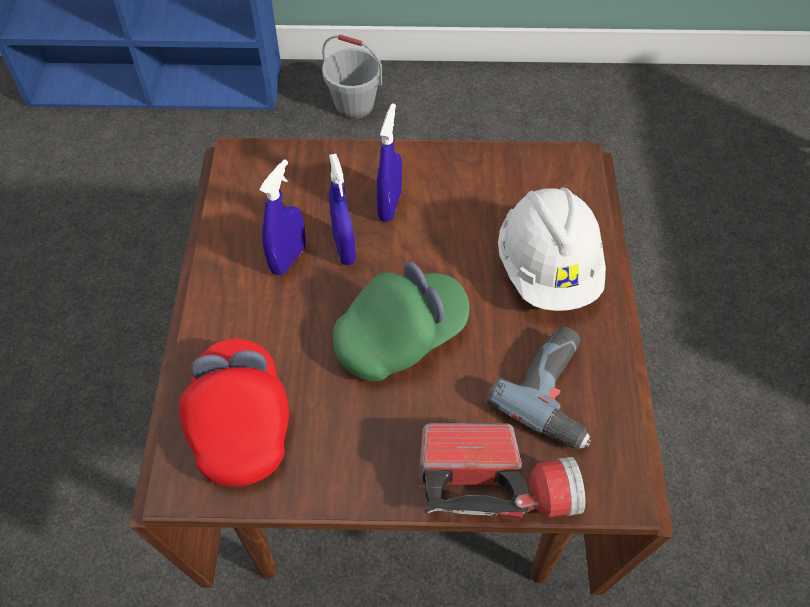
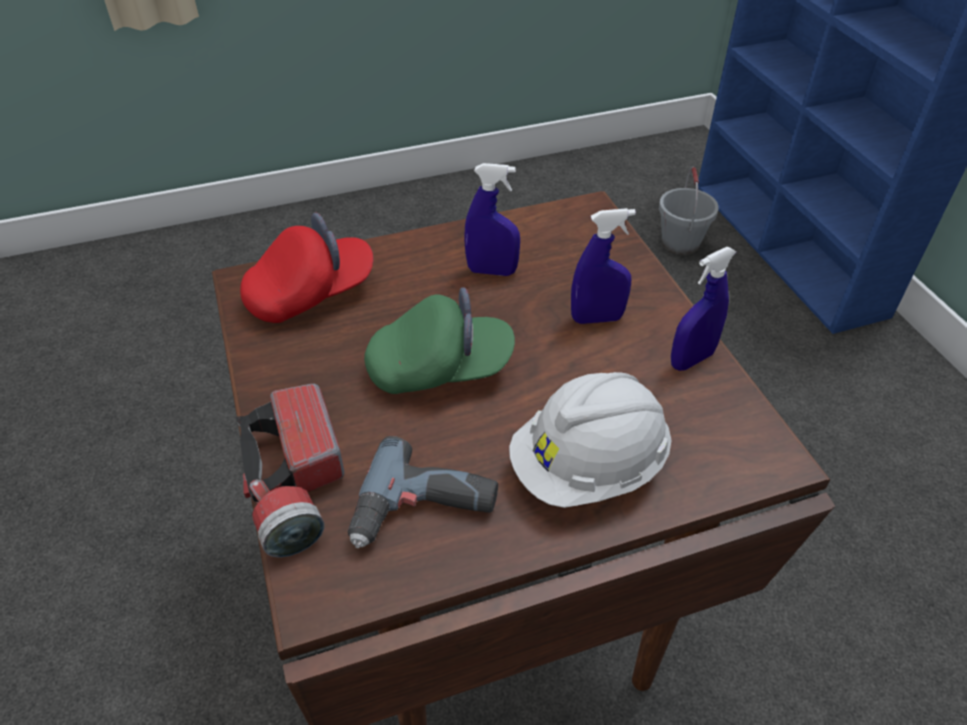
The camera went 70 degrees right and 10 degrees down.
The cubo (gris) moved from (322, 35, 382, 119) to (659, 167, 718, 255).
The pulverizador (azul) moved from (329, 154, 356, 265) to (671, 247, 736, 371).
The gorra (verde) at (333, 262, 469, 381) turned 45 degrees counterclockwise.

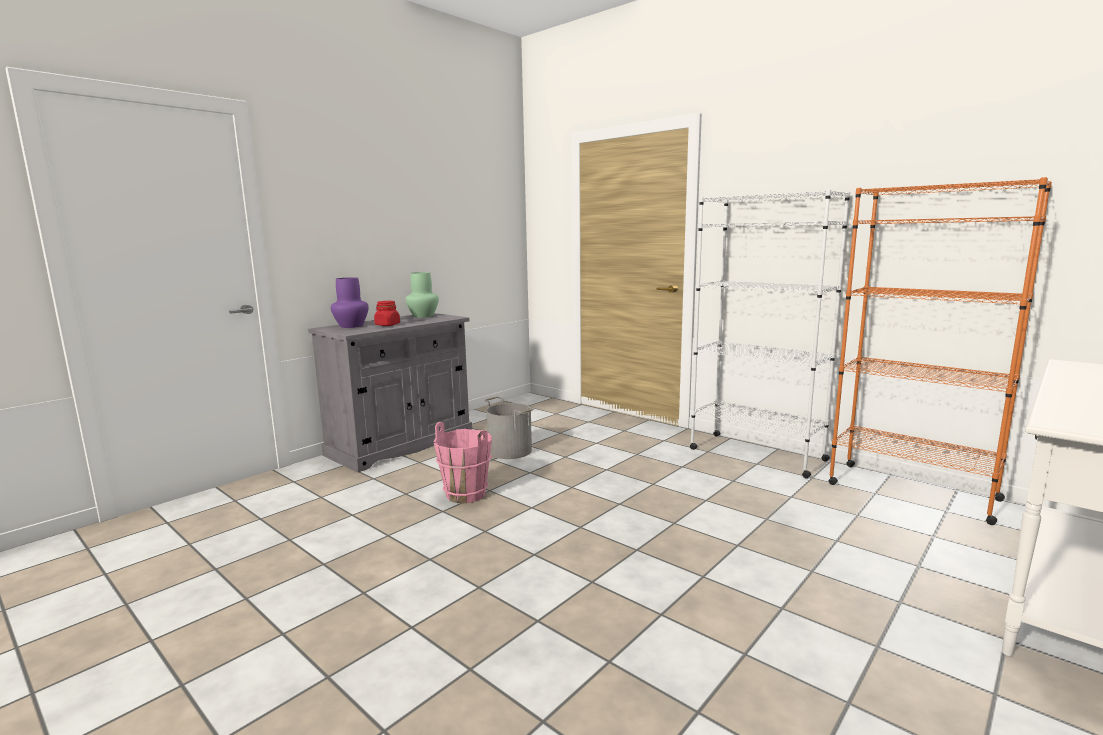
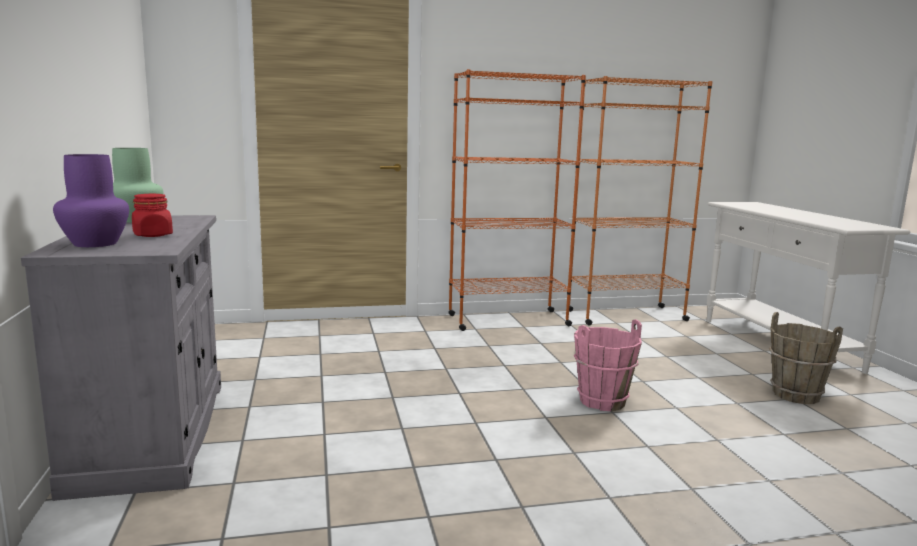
The camera went 55 degrees left and 0 degrees up.
The cubo (rosa) moved from (434, 422, 492, 503) to (574, 319, 642, 411).
The cubo (gris) at (484, 397, 534, 459) disappeared.
The estantería (blanco) at (690, 189, 850, 478) became the estantería (naranja) at (448, 69, 586, 331).
The cubo (marrón) at (769, 312, 843, 404) appeared.

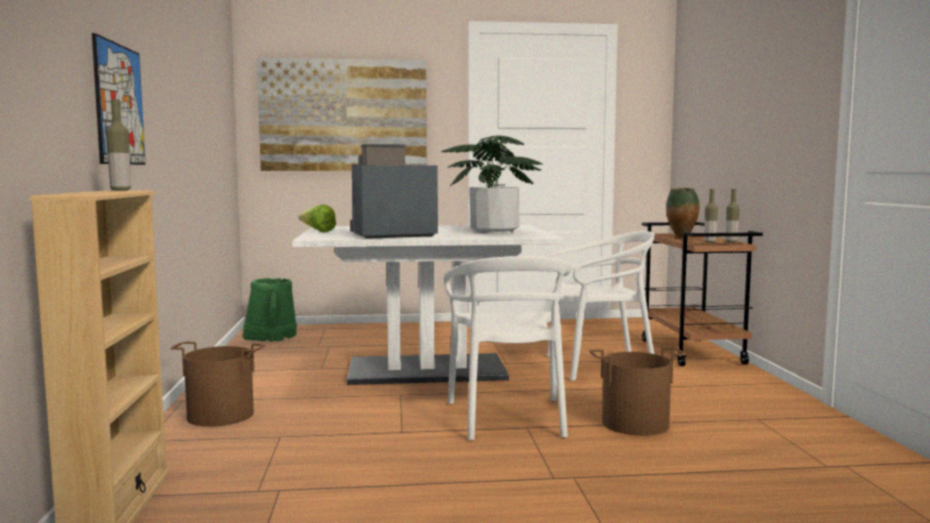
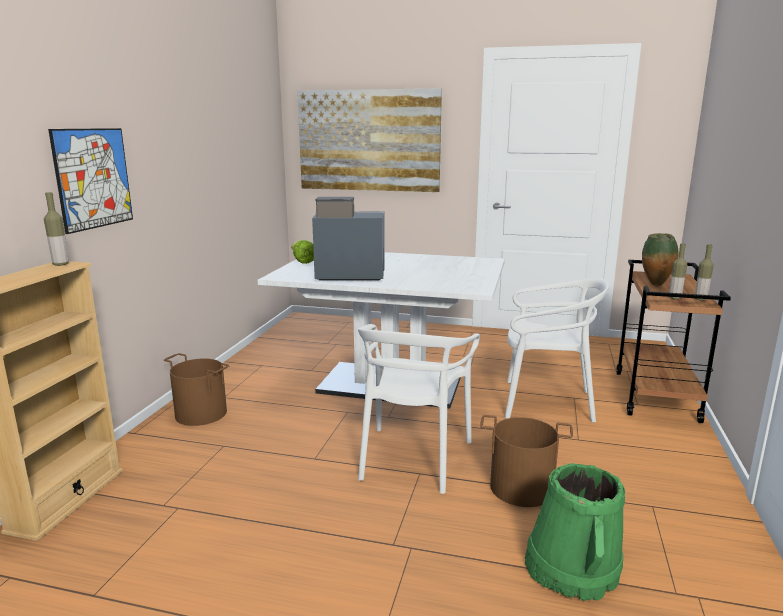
The camera went 20 degrees right and 10 degrees up.
The cubo (verde) moved from (242, 278, 297, 342) to (525, 463, 625, 601).
The planta en maceta at (441, 136, 544, 234) disappeared.

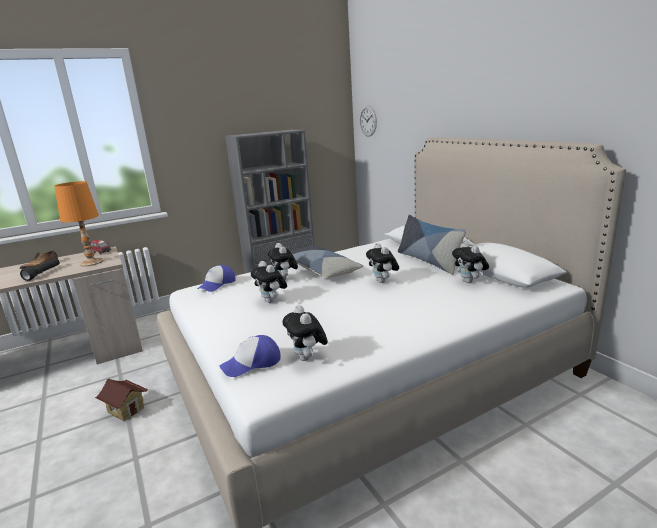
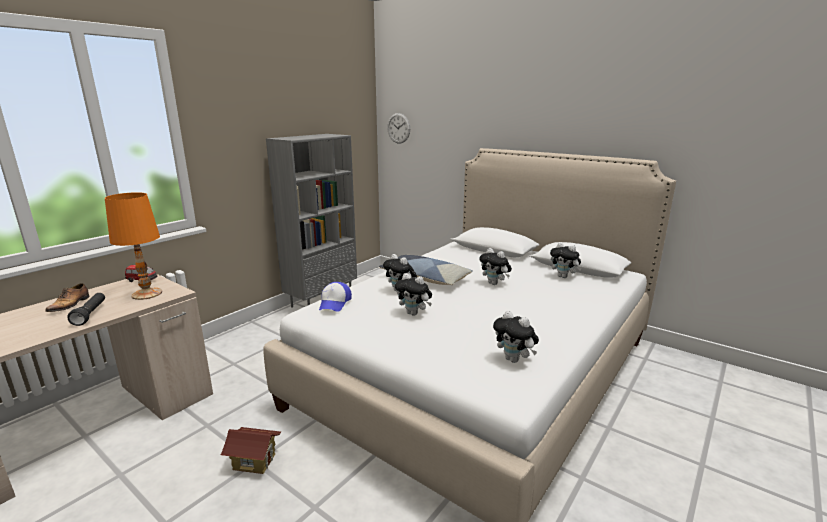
The camera went 25 degrees left and 0 degrees up.
The gorra at (219, 335, 281, 377) disappeared.
The cojín at (398, 214, 466, 275) disappeared.

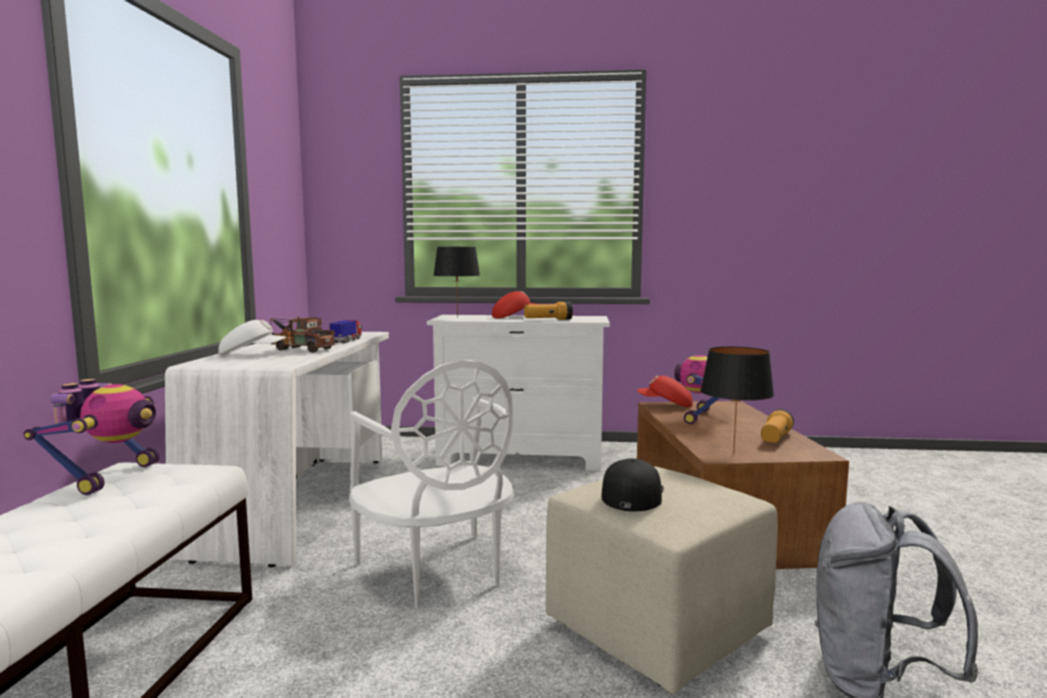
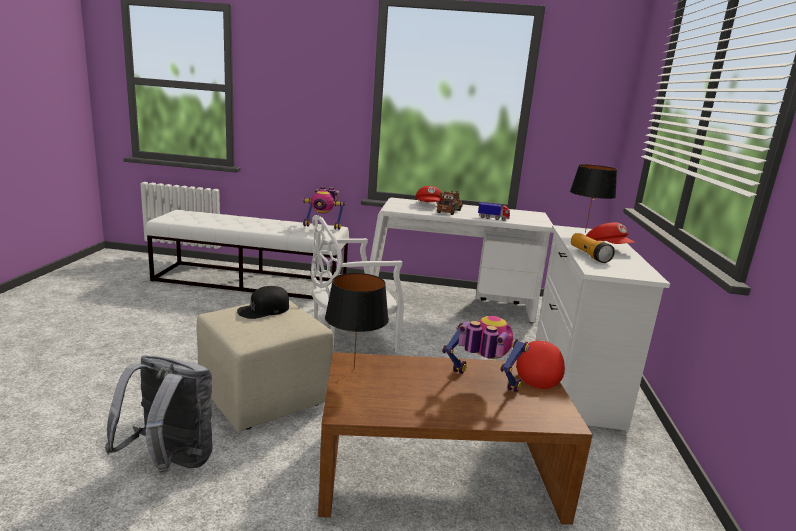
The camera went 90 degrees right and 10 degrees up.
The gorra (blanco) at (218, 320, 286, 355) became the gorra (rojo) at (415, 186, 443, 202).
The gorra (negro) at (601, 458, 664, 511) turned 120 degrees clockwise.
The linterna at (761, 409, 794, 443) disappeared.

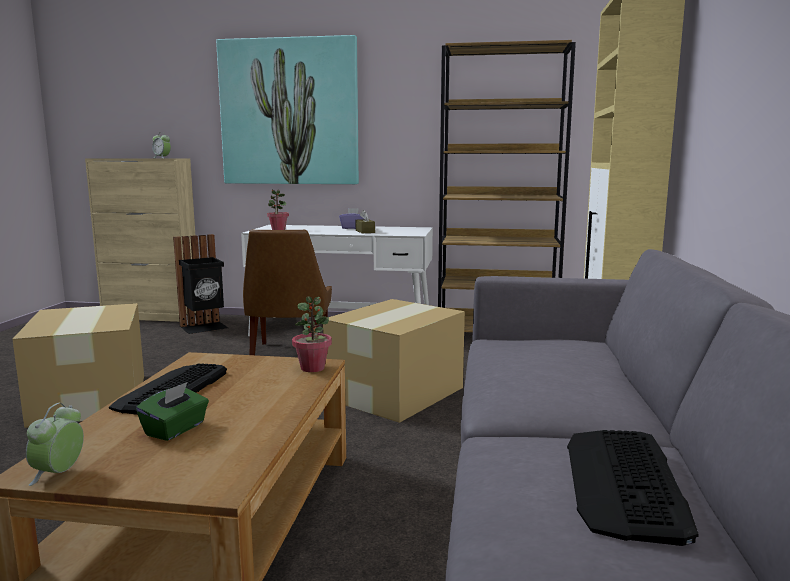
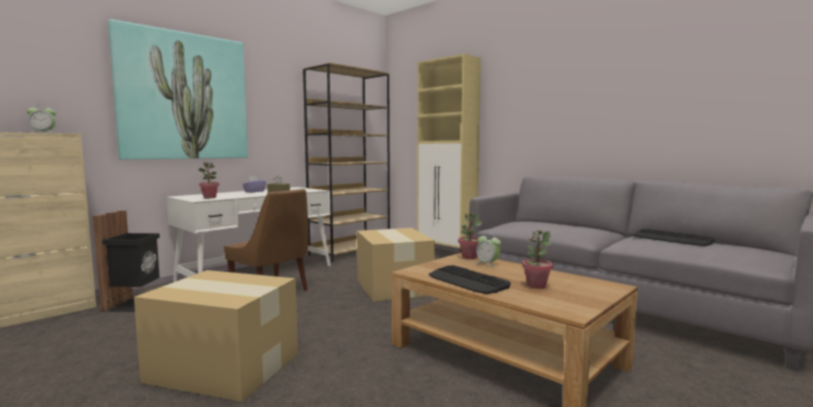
The camera went 55 degrees left and 5 degrees down.
The despertador moved from (26, 403, 84, 486) to (476, 233, 501, 267).
The caja de pañuelos (verde) at (136, 382, 209, 441) was replaced by the planta en maceta at (522, 230, 553, 289).

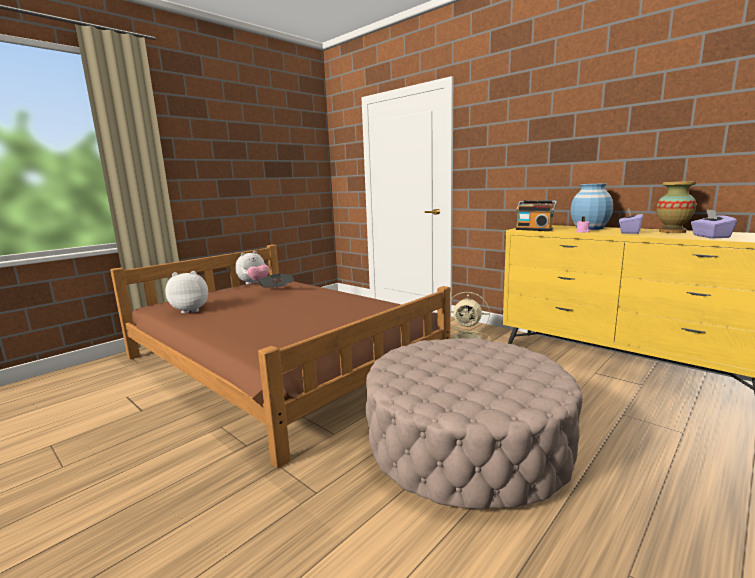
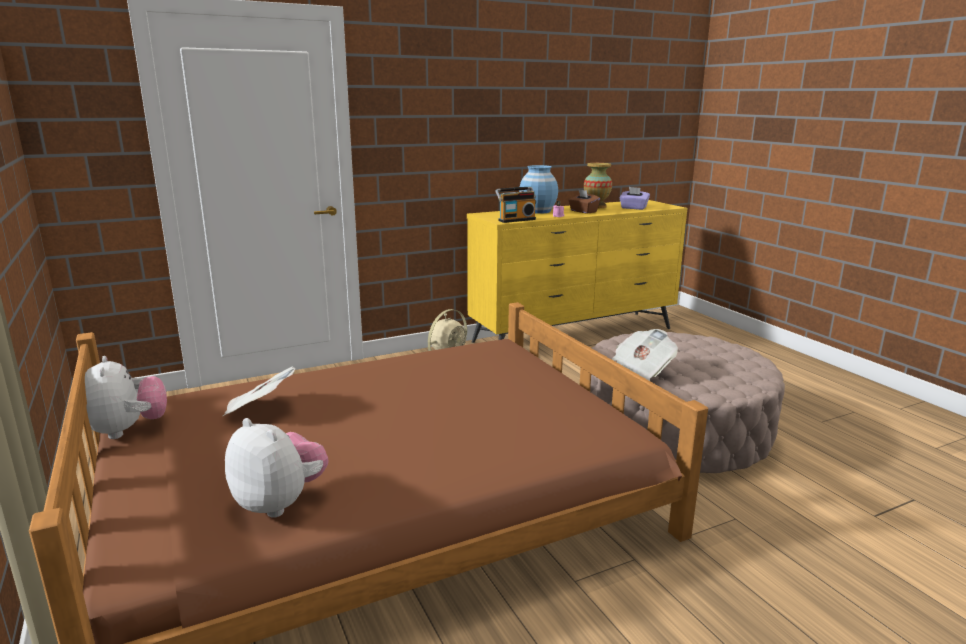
The camera went 70 degrees left and 5 degrees up.
The peluche at (165, 271, 208, 314) turned 120 degrees clockwise.
The caja de pañuelos (morado) at (619, 209, 643, 234) became the caja de pañuelos (marrón) at (568, 189, 600, 214).
The periódico at (612, 329, 678, 381) appeared.

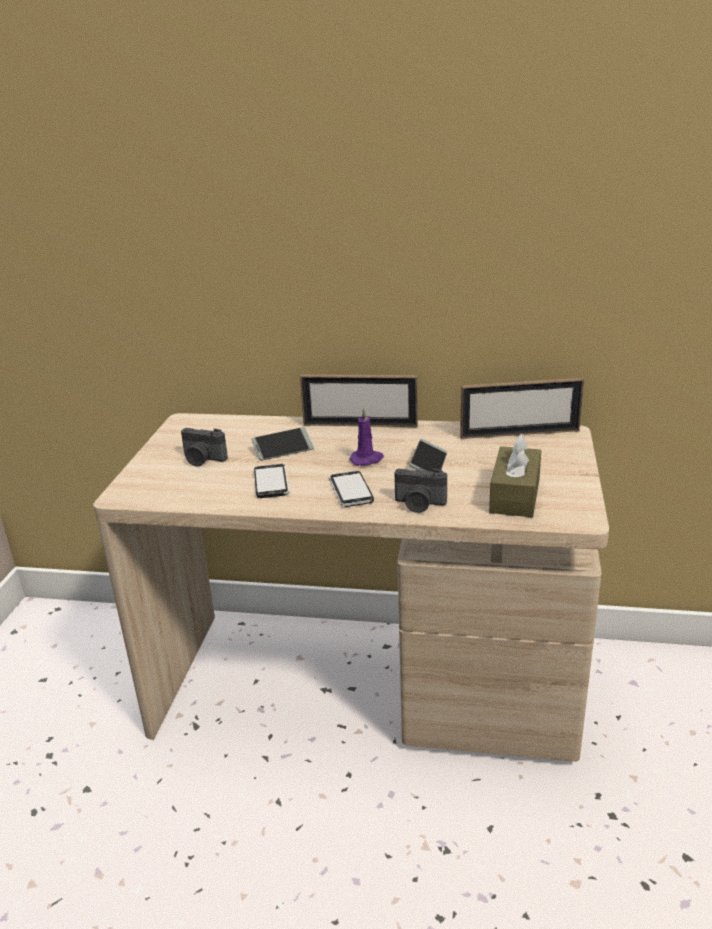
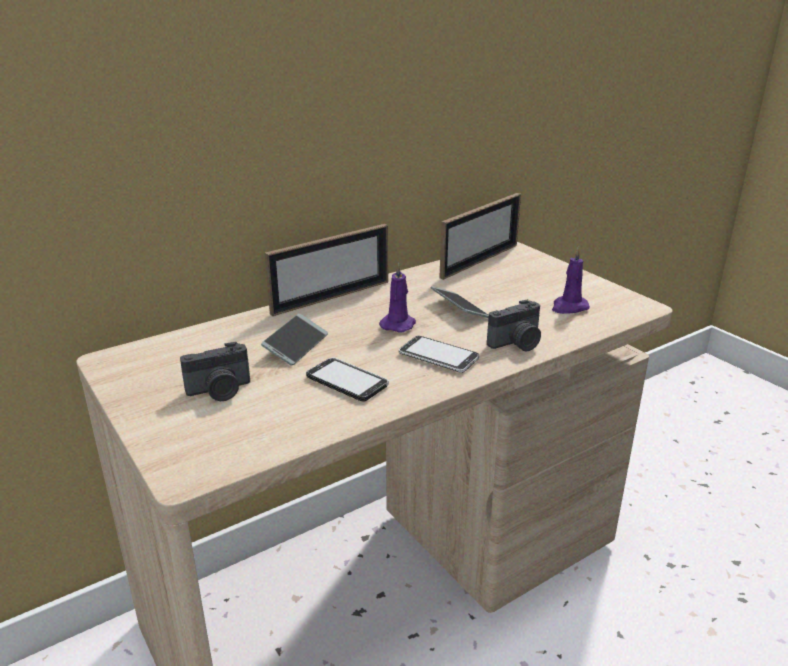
The camera went 45 degrees left and 0 degrees up.
The caja de pañuelos (marrón) at (489, 434, 541, 517) was replaced by the vela (morado) at (552, 247, 590, 314).

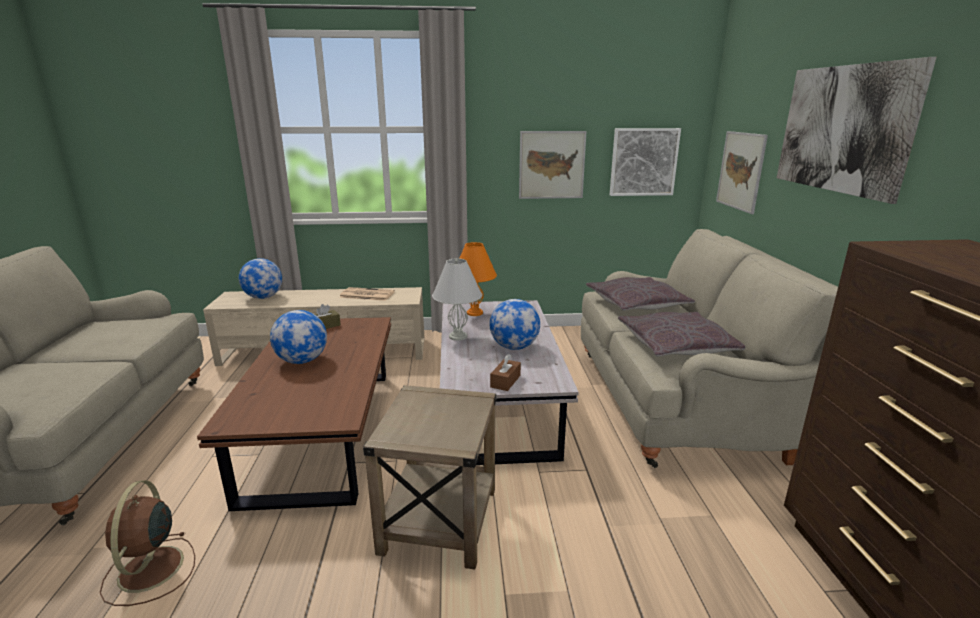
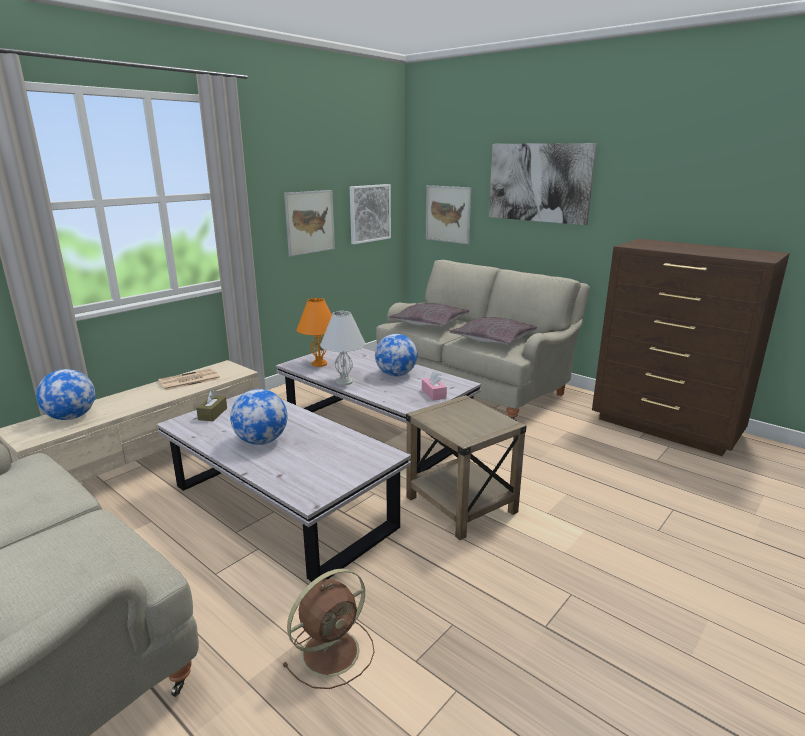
The camera went 45 degrees left and 0 degrees up.
The ventilador (marrón) at (100, 480, 195, 606) turned 75 degrees counterclockwise.
The mesa de centro (marrón) at (197, 317, 391, 511) became the mesa de centro (blanco) at (156, 393, 411, 582).
The caja de pañuelos (marrón) at (490, 354, 521, 391) became the caja de pañuelos (rosa) at (422, 372, 447, 401).

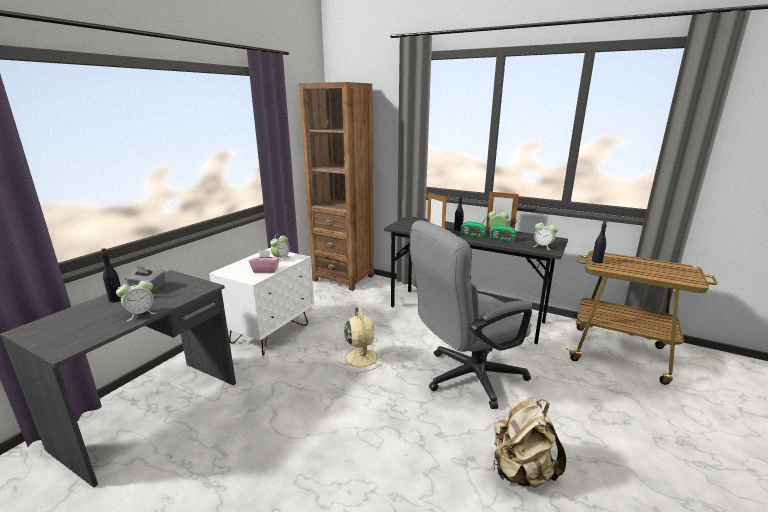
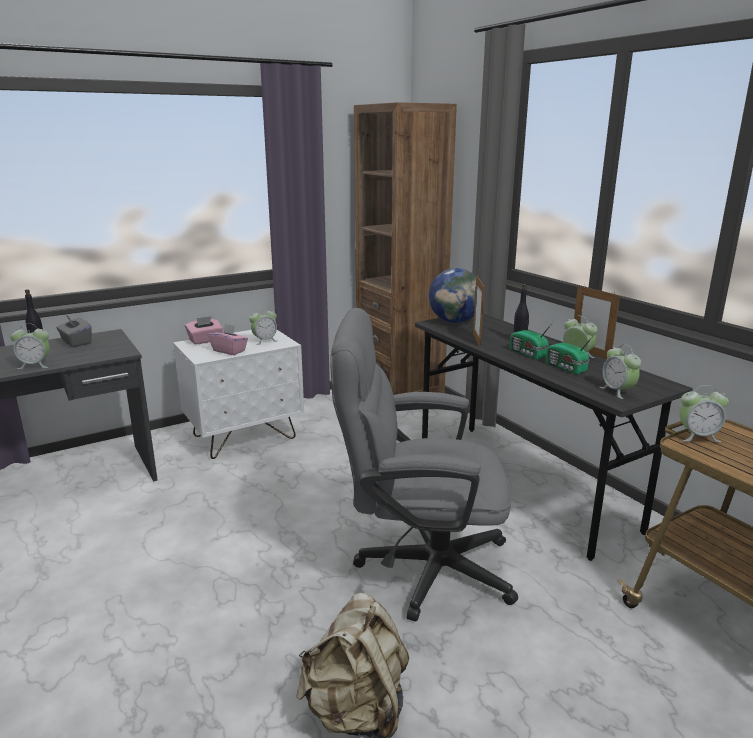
The camera went 30 degrees right and 0 degrees up.
The ventilador (beis) at (336, 306, 384, 374) disappeared.
The botella (negro) at (592, 220, 607, 263) was replaced by the despertador at (679, 385, 729, 442).
The caja de pañuelos (rosa) at (185, 316, 223, 344) appeared.
The globo terráqueo at (429, 268, 476, 323) appeared.

